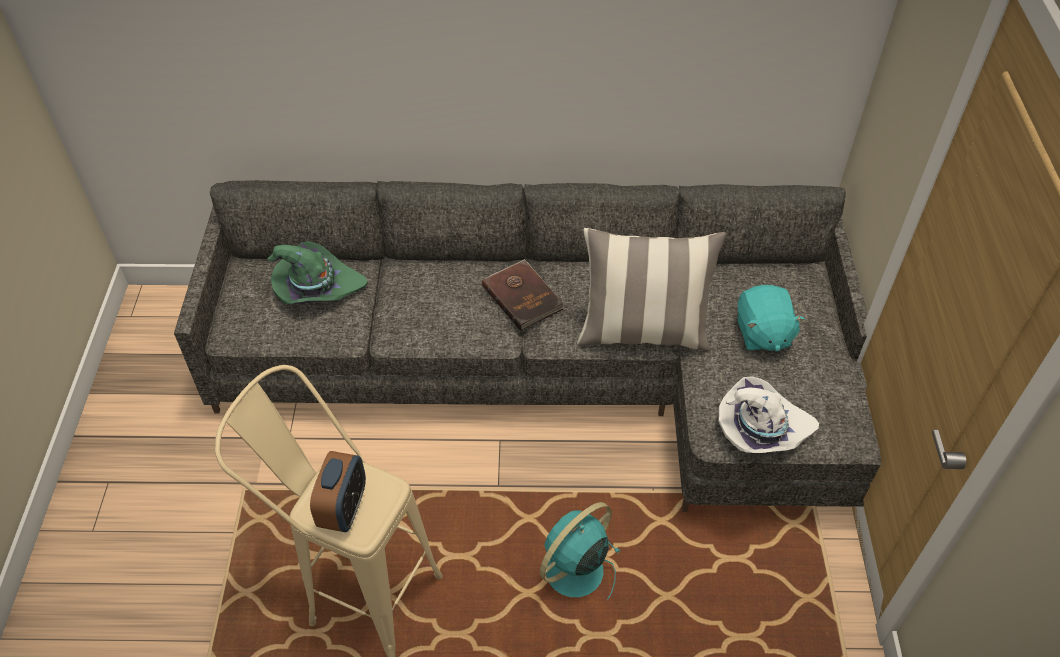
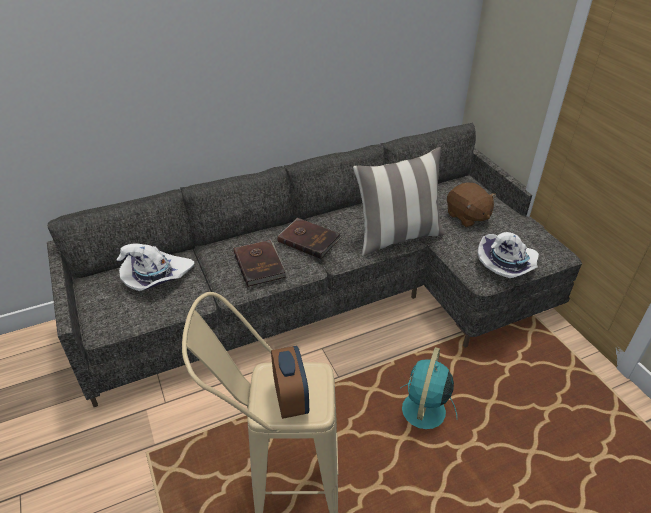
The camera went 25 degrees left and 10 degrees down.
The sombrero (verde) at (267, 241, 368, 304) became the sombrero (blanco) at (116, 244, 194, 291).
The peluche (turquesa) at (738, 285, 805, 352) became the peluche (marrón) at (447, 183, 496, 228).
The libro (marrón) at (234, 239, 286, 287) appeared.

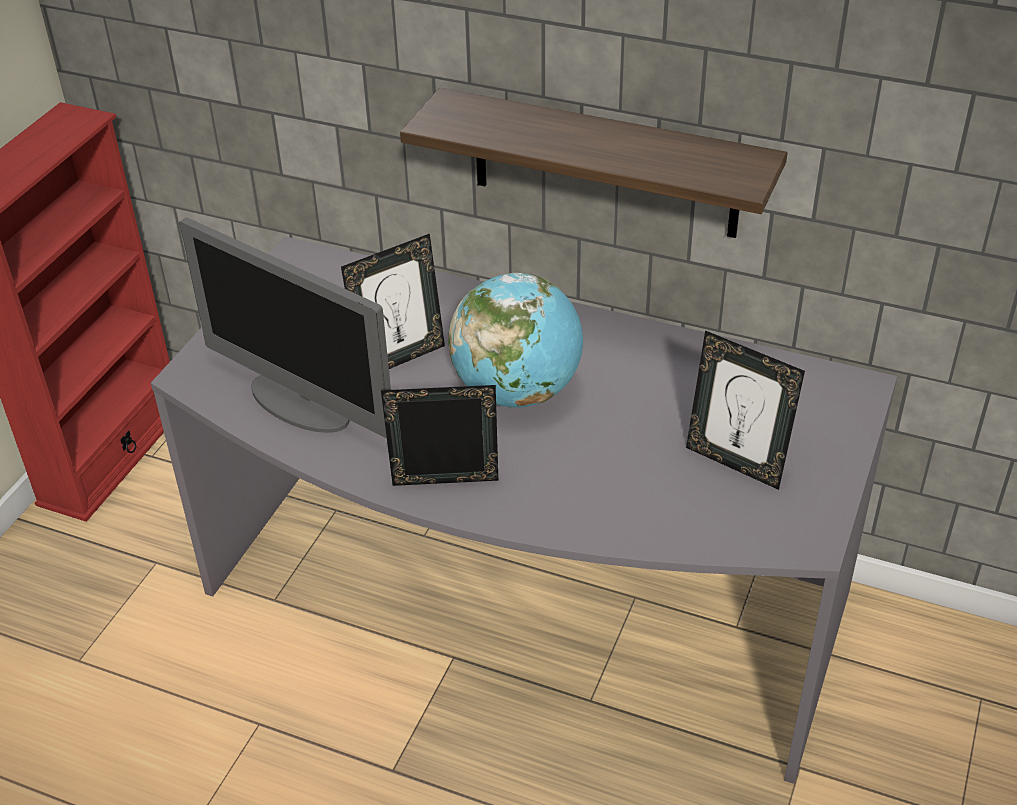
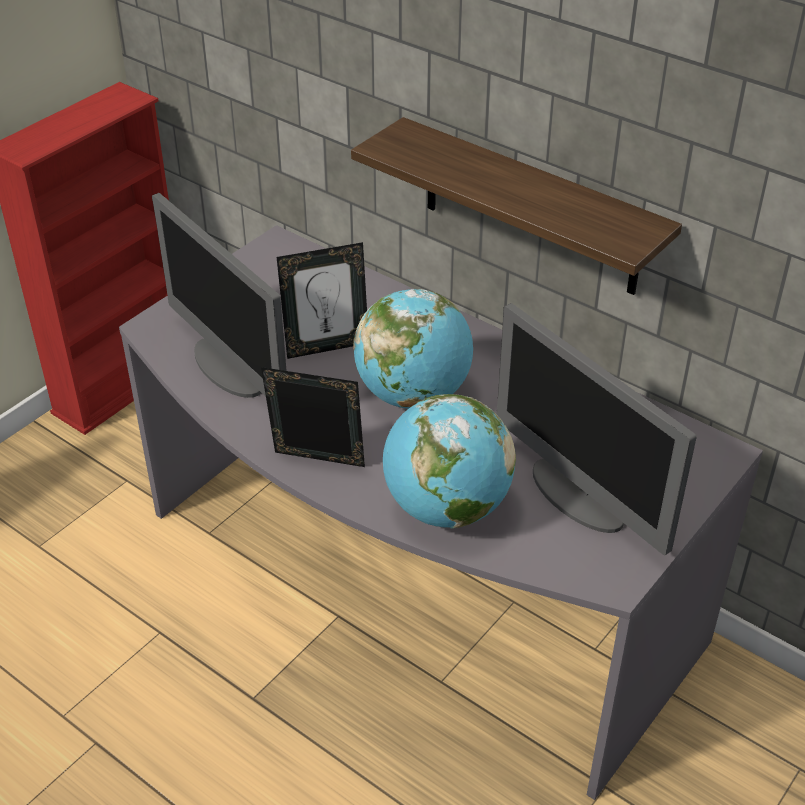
The camera went 15 degrees right and 0 degrees up.
The portarretratos at (686, 330, 805, 490) was replaced by the monitor at (496, 303, 696, 556).
The globo terráqueo at (383, 394, 516, 529) appeared.

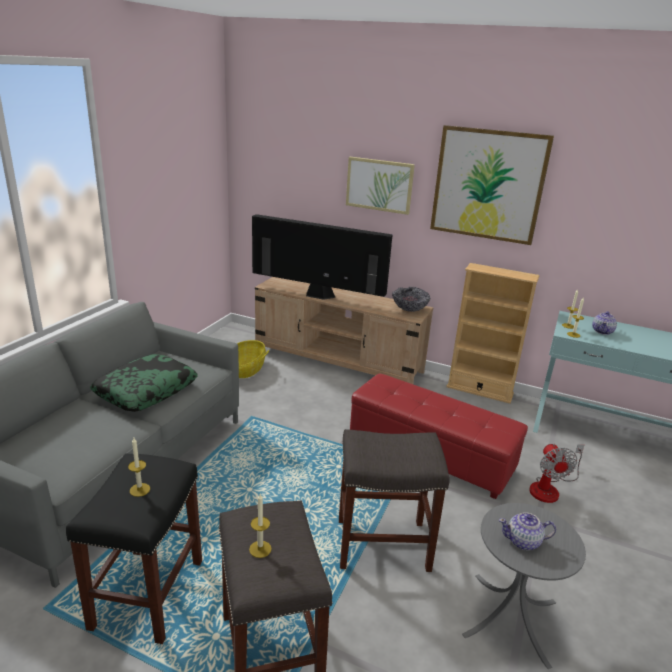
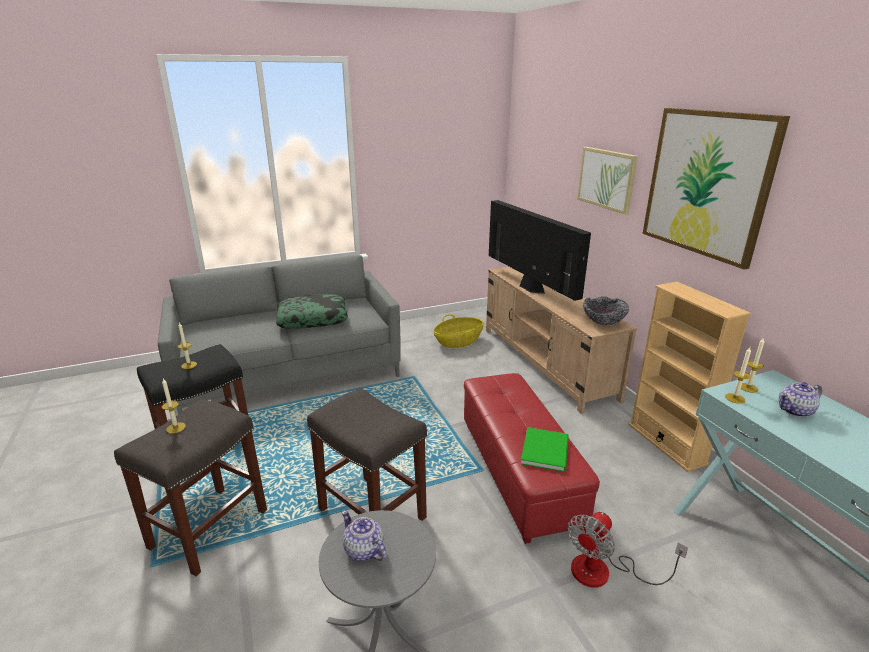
The camera went 45 degrees right and 0 degrees up.
The libro (verde) at (521, 427, 569, 472) appeared.

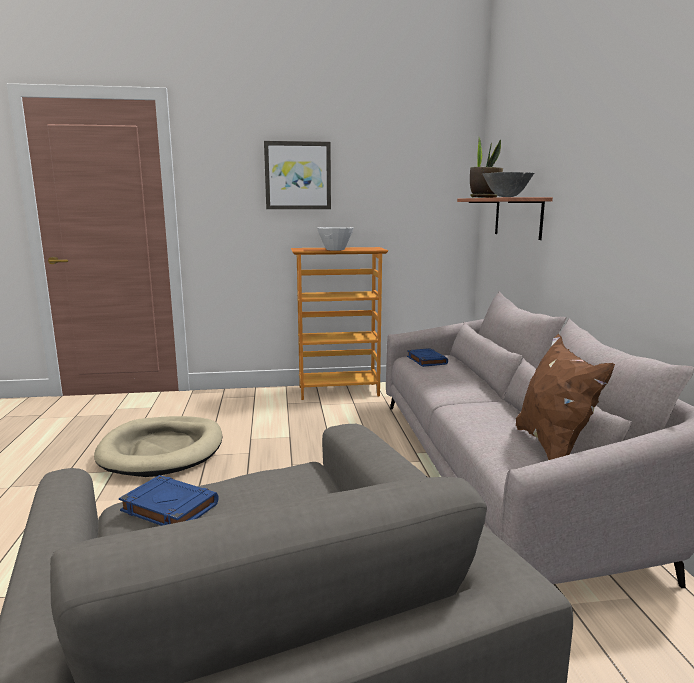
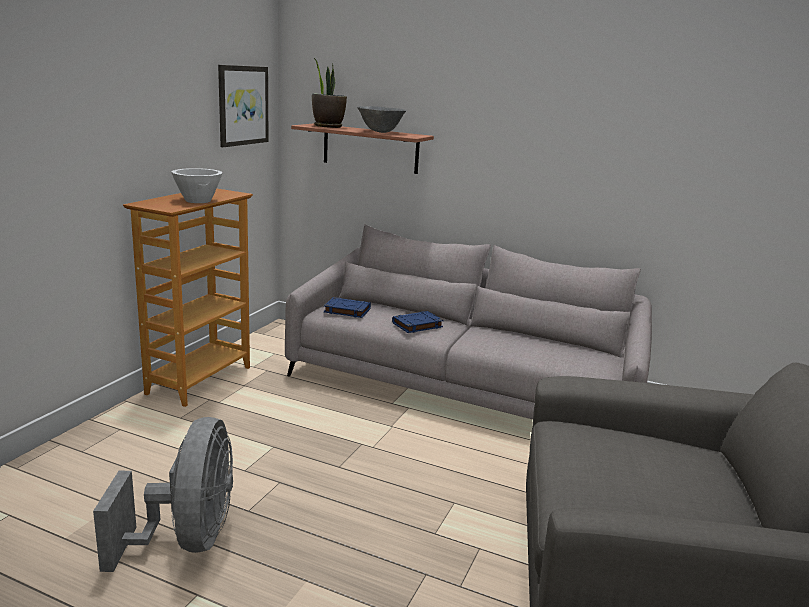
The camera went 60 degrees left and 5 degrees up.
The cama para perro (beis) at (94, 416, 222, 477) was replaced by the ventilador (gris) at (93, 417, 233, 572).
The libro (azul) moved from (119, 475, 219, 526) to (392, 311, 444, 333).
The cuadro moved from (264, 141, 331, 209) to (218, 65, 268, 147).
The cojín (marrón) at (516, 334, 615, 460) disappeared.

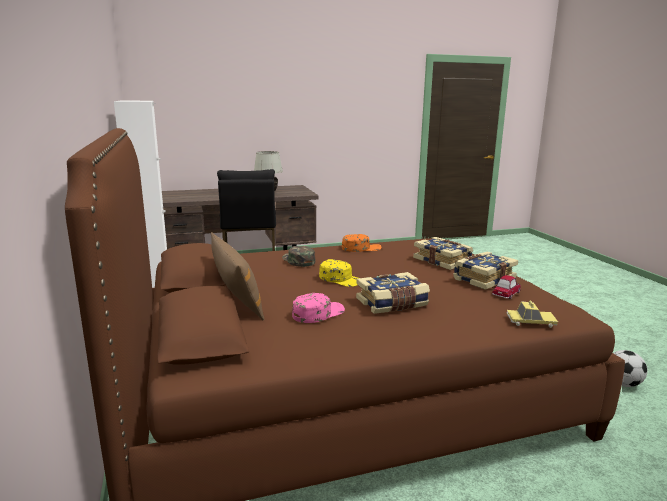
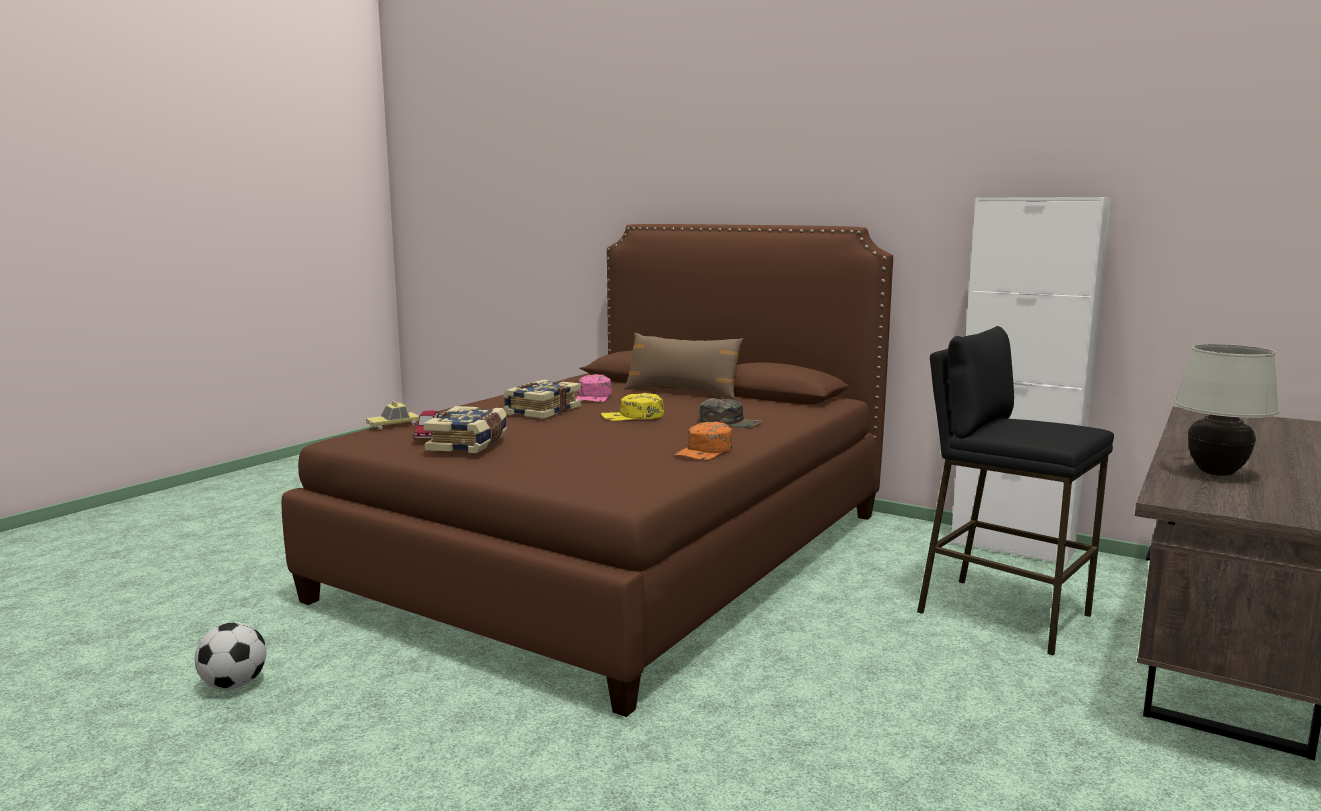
The camera went 140 degrees right and 5 degrees down.
The libro at (413, 237, 473, 270) disappeared.

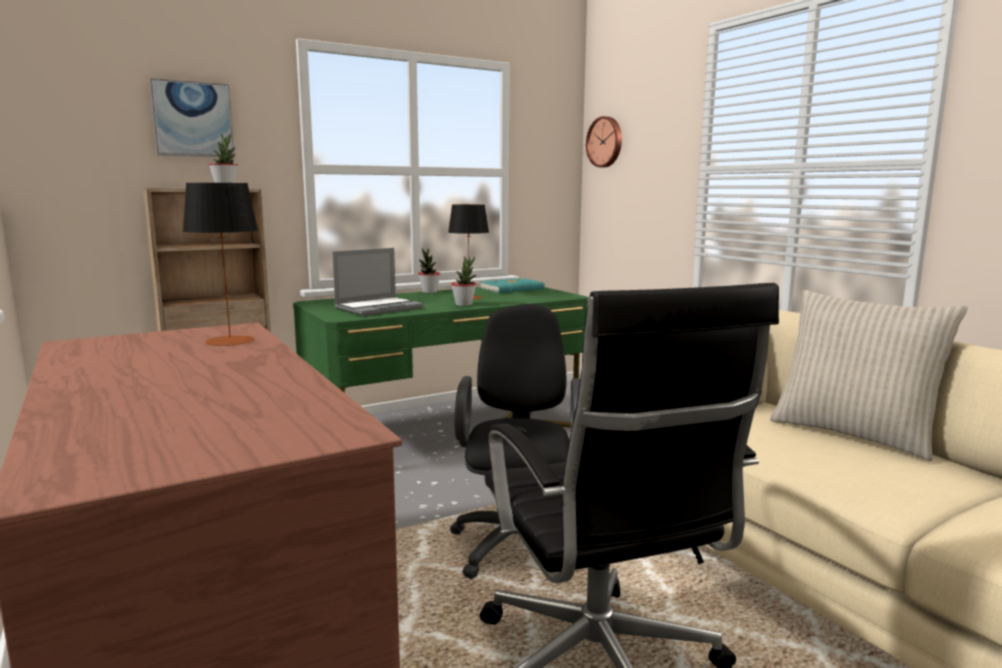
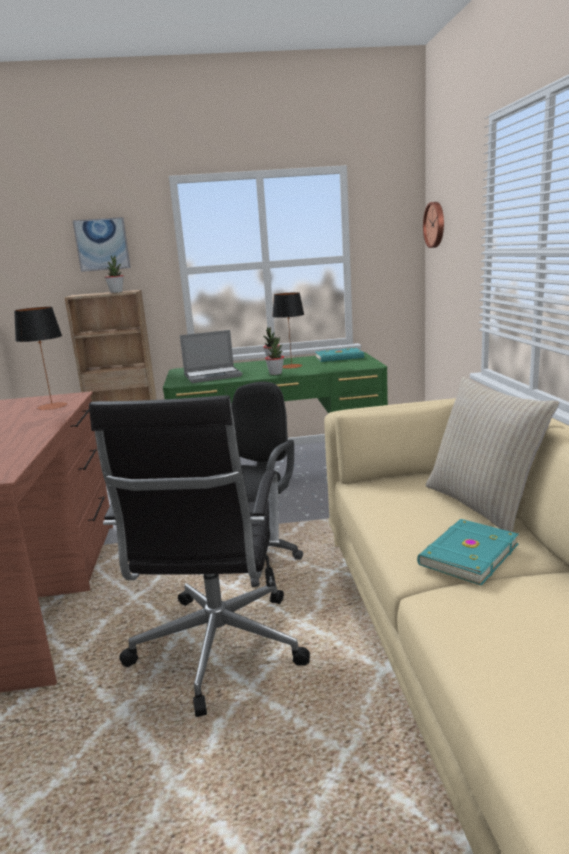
The camera went 25 degrees right and 5 degrees up.
The libro (turquesa) at (417, 519, 519, 586) appeared.

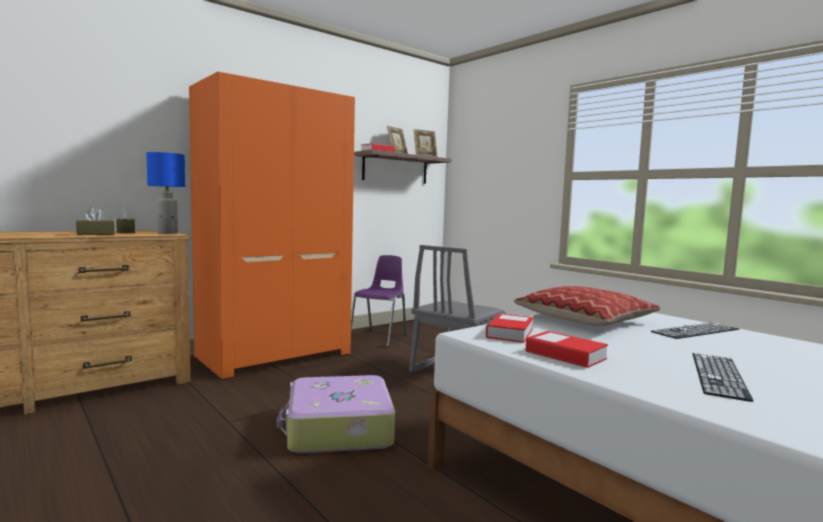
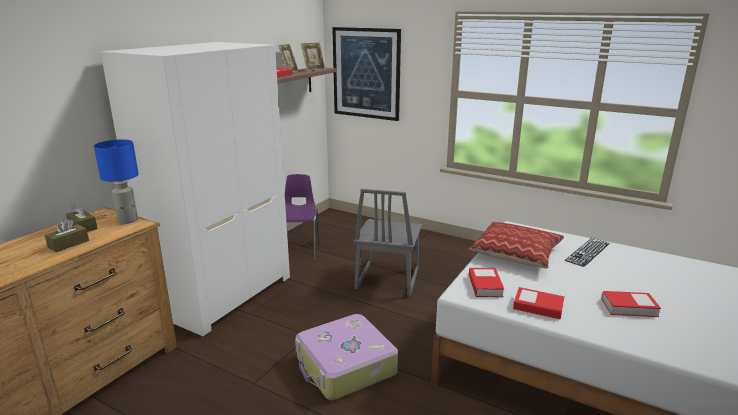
The camera went 20 degrees left and 15 degrees up.
The armario ropero (naranja) at (189, 71, 355, 380) became the armario ropero (blanco) at (100, 42, 290, 337).
The teclado at (693, 353, 753, 402) was replaced by the libro at (602, 291, 661, 317).
The cuadro at (332, 27, 401, 121) appeared.

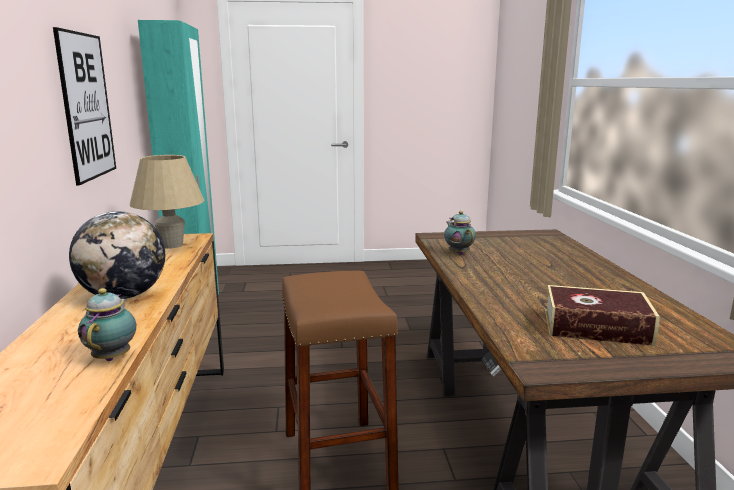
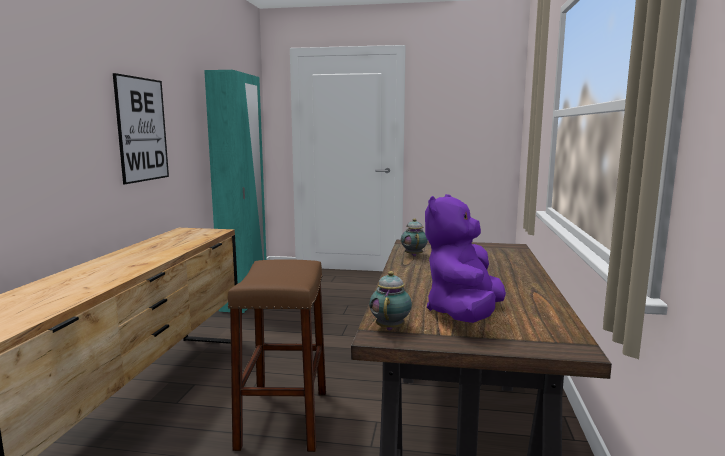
The camera went 15 degrees right and 5 degrees down.
The globo terráqueo at (69, 211, 165, 299) disappeared.
The tetera moved from (78, 288, 136, 361) to (369, 271, 412, 331).
The lámpara de mesa (beis) at (130, 155, 204, 249) disappeared.
The libro at (545, 285, 660, 346) was replaced by the peluche (morado) at (425, 194, 506, 323).

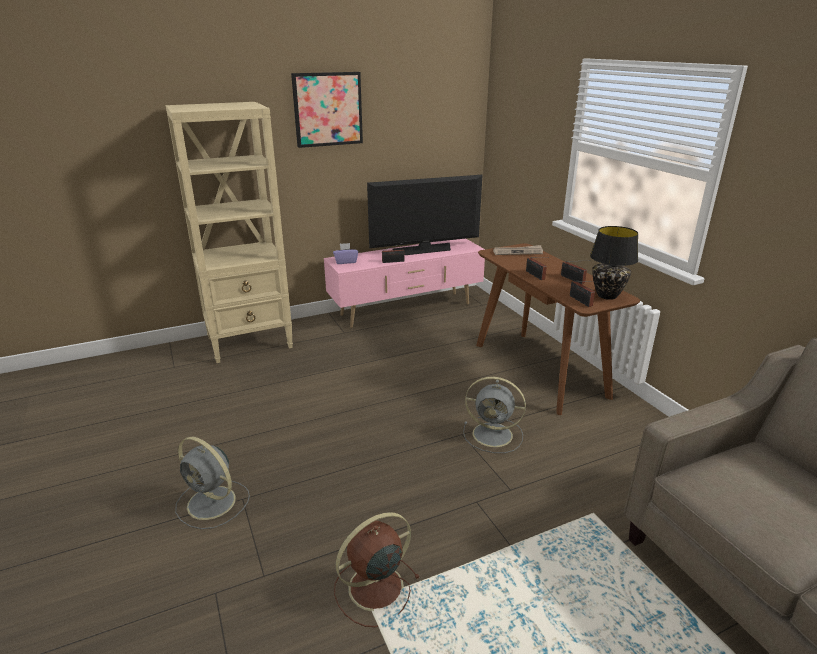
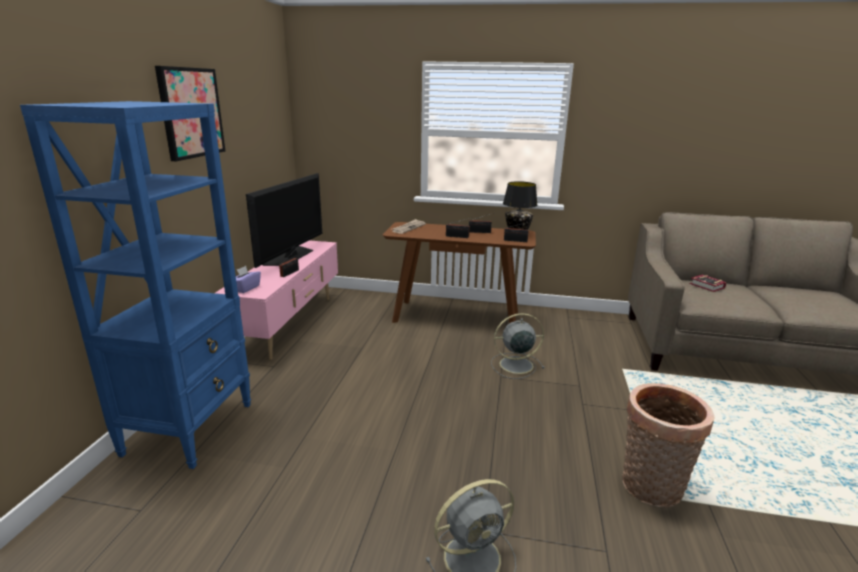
The camera went 55 degrees left and 5 degrees down.
The estantería (beis) at (166, 102, 293, 363) became the estantería (azul) at (20, 101, 251, 469).
The ventilador (marrón) at (334, 512, 420, 627) was replaced by the cesta at (622, 383, 714, 508).
The ventilador (gris) at (463, 377, 526, 453) turned 150 degrees counterclockwise.
The libro at (690, 275, 727, 292) appeared.

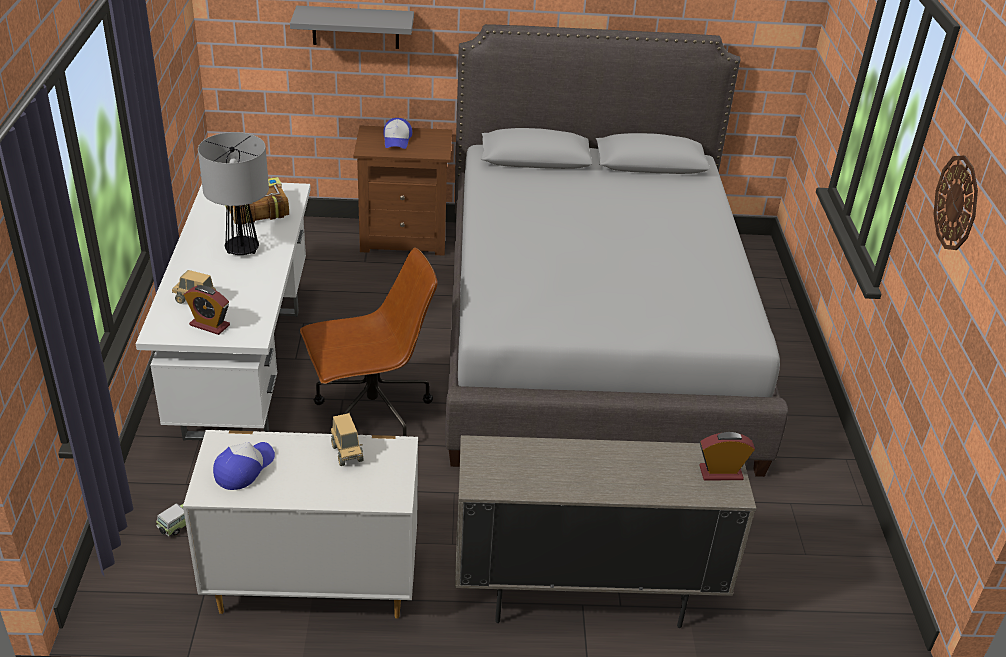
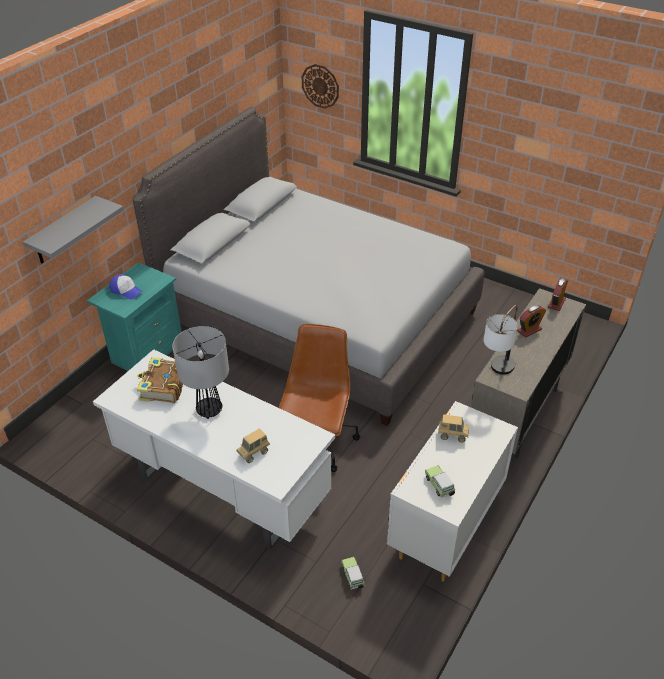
The camera went 55 degrees left and 5 degrees up.
The despertador moved from (184, 285, 230, 335) to (517, 305, 546, 338).
The gorra at (213, 442, 275, 490) was replaced by the coche de juguete at (425, 465, 455, 498).
The mesita de noche (marrón) at (354, 126, 452, 256) became the mesita de noche (turquesa) at (87, 262, 182, 371).
The reloj de pared moved from (933, 155, 978, 250) to (302, 64, 339, 109).
The lámpara de mesa at (483, 305, 518, 375) appeared.

